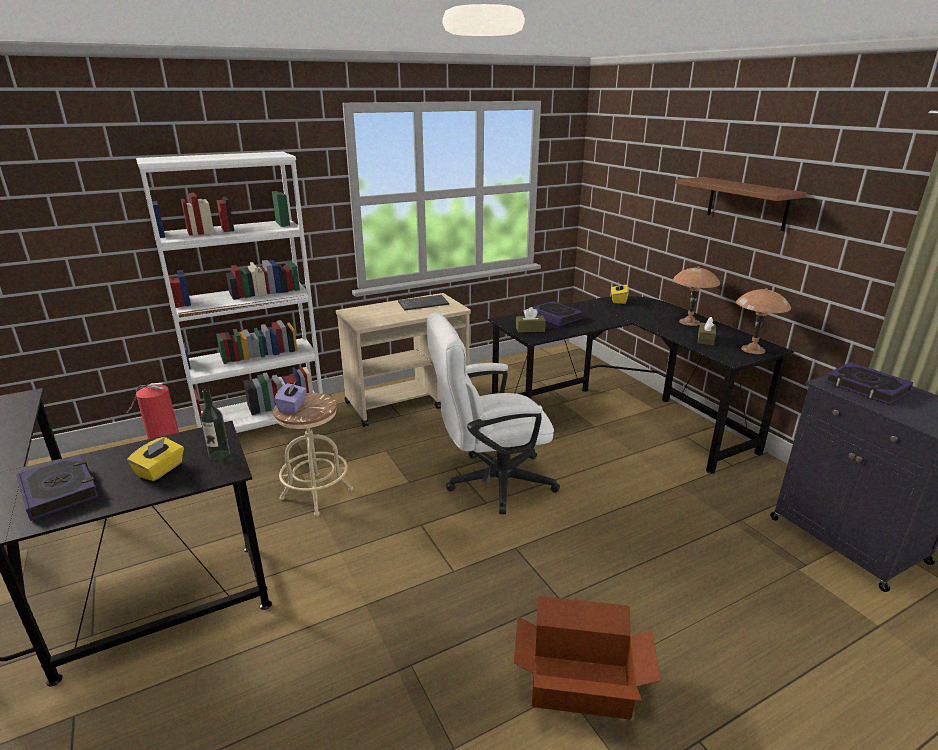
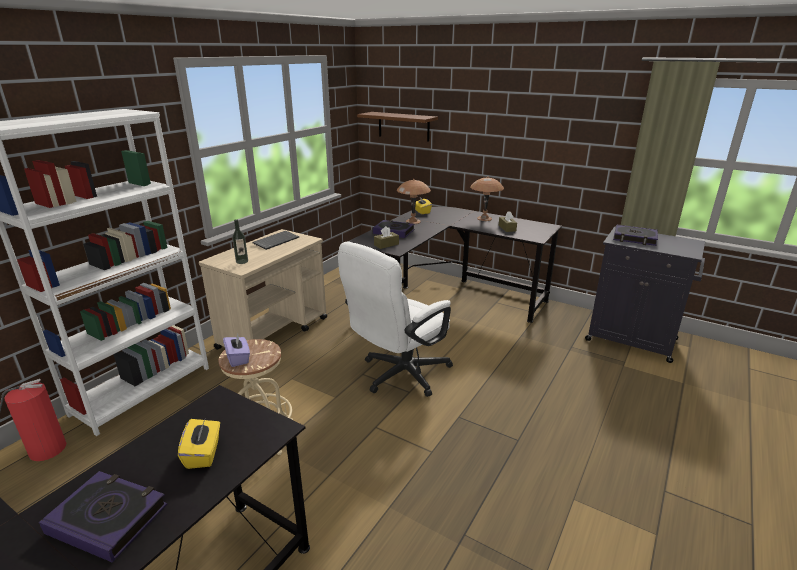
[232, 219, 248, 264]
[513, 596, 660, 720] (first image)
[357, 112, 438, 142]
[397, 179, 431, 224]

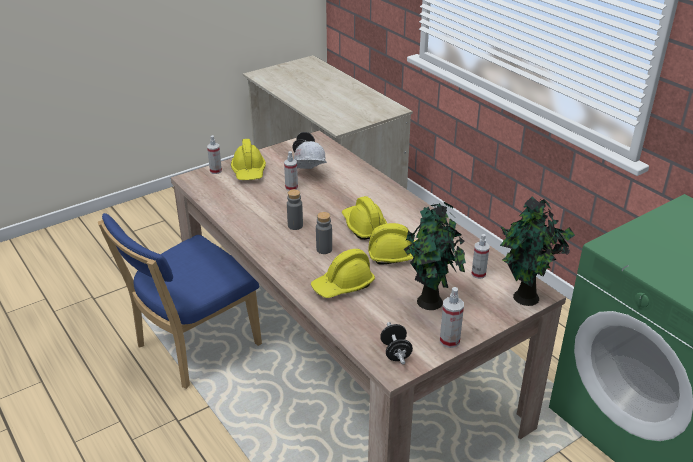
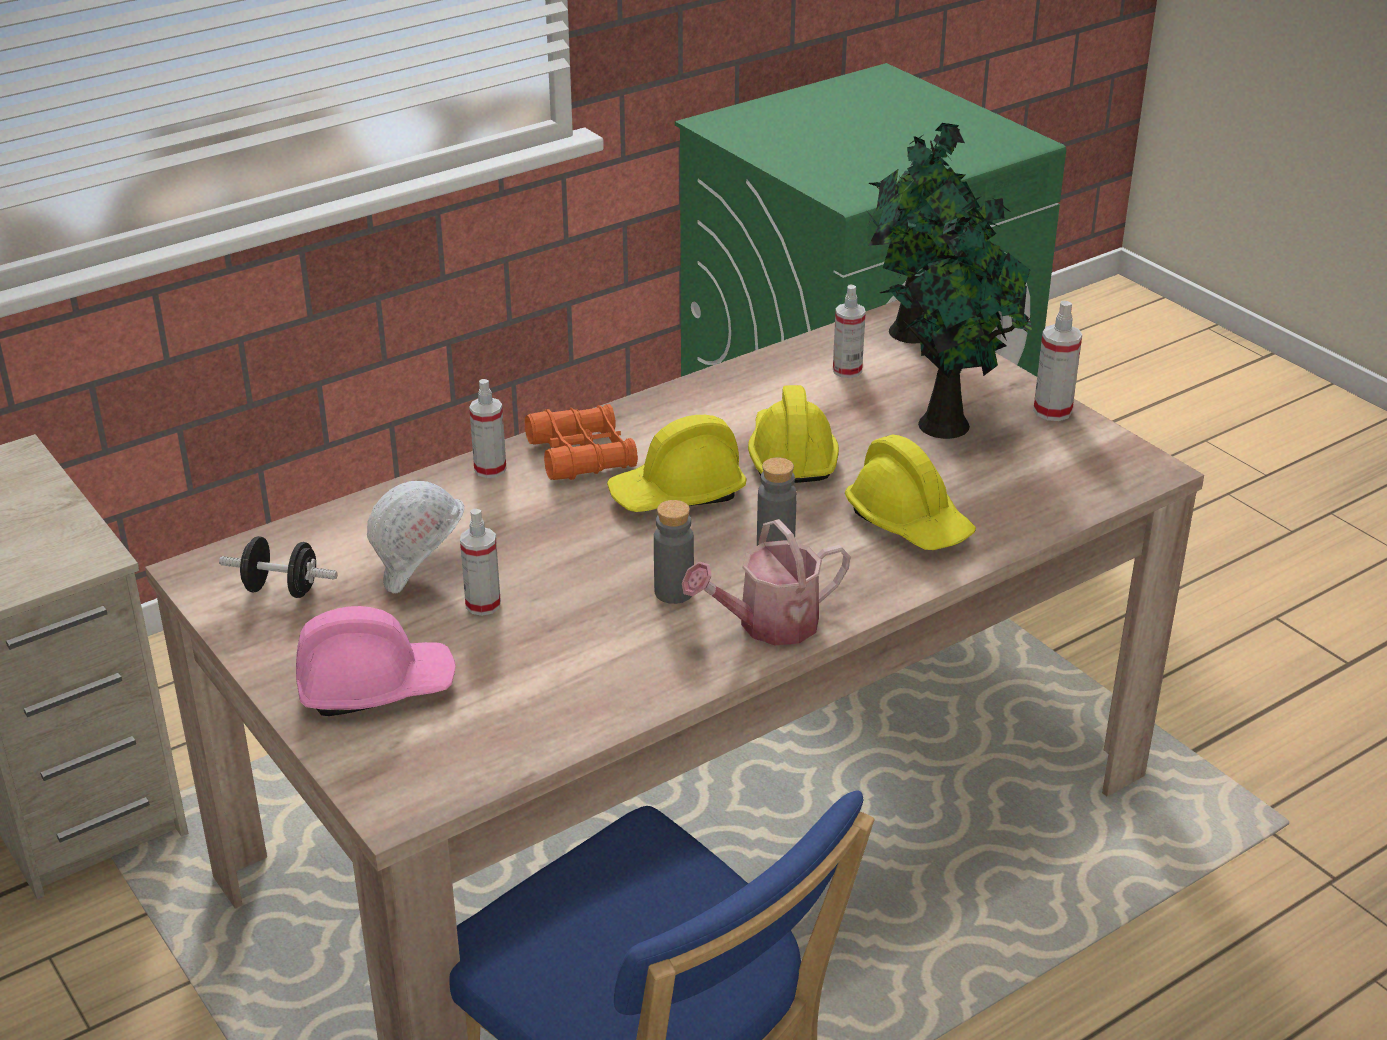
[469, 379, 506, 478]
[296, 606, 456, 716]
[380, 322, 413, 365] (first image)
[525, 404, 638, 480]
[682, 519, 851, 645]

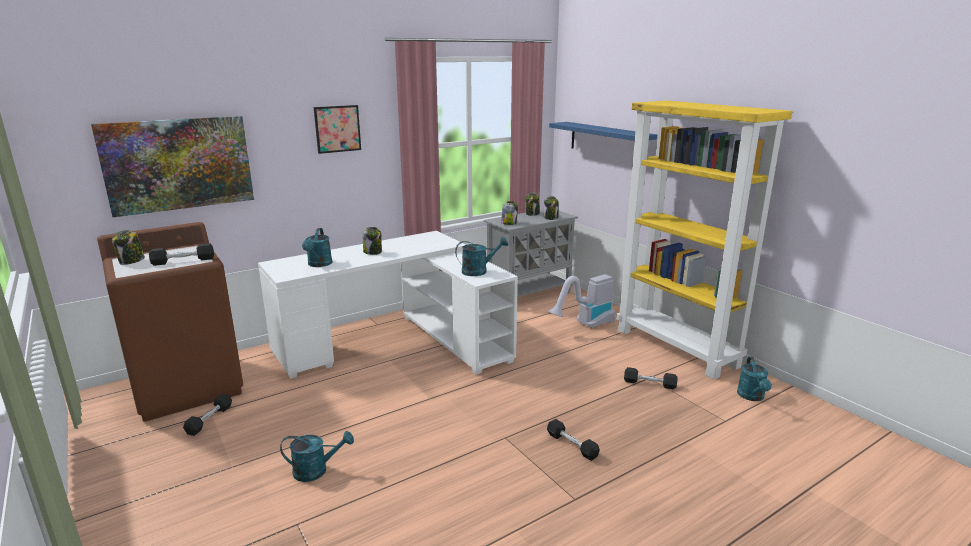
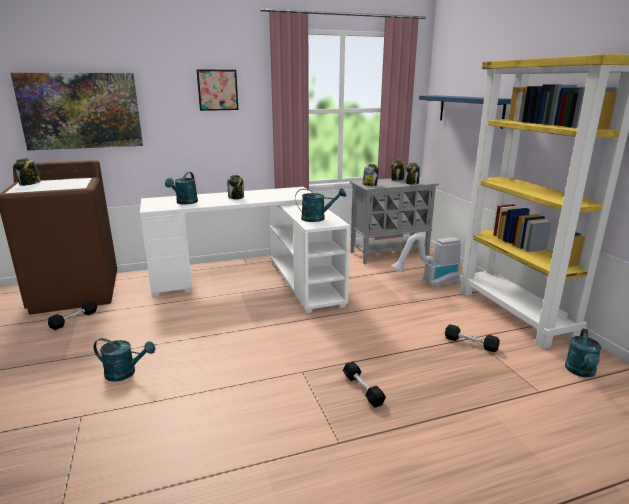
[149, 243, 214, 266] (first image)

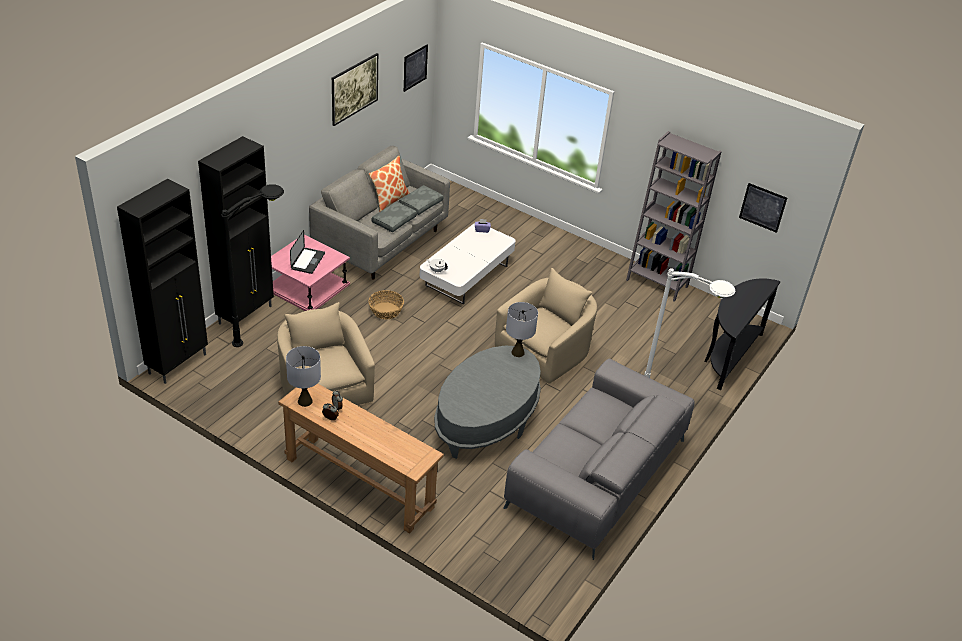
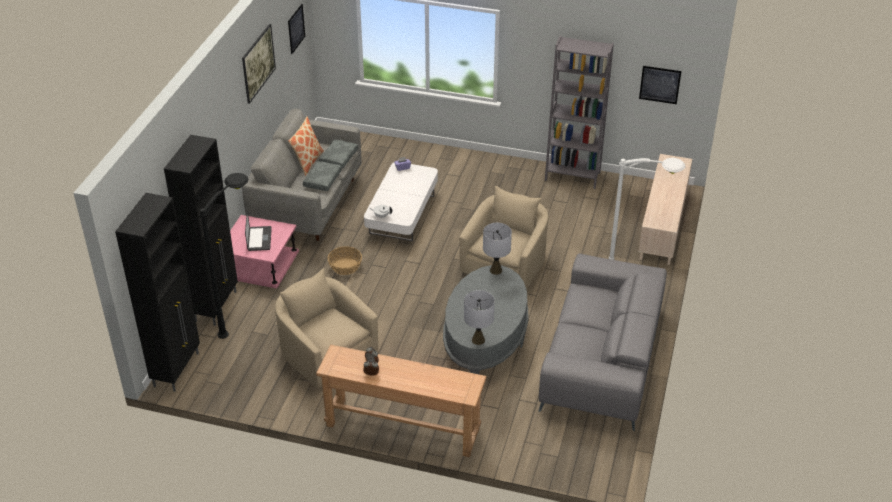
[464, 290, 495, 345]
[639, 154, 692, 265]

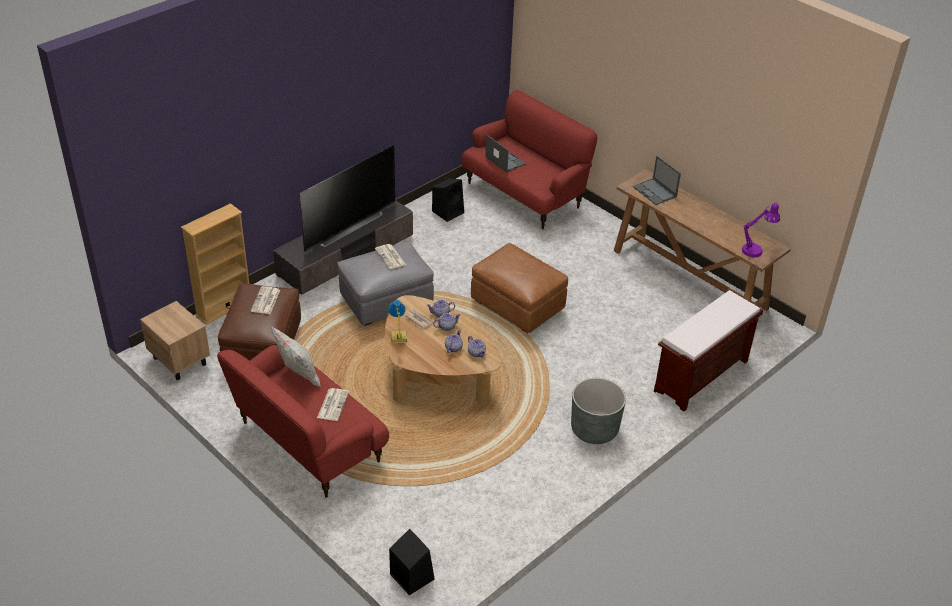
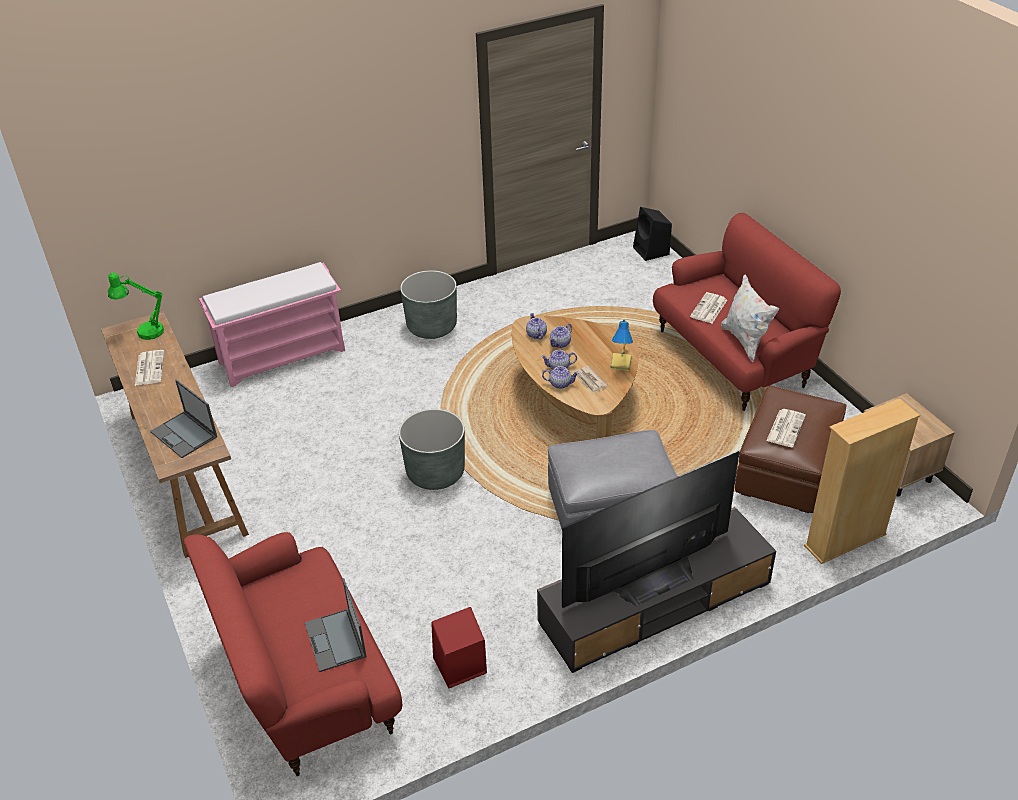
[135, 350, 164, 386]
[431, 607, 487, 688]
[399, 409, 465, 490]
[150, 379, 217, 458]
[199, 262, 345, 387]
[108, 273, 164, 340]

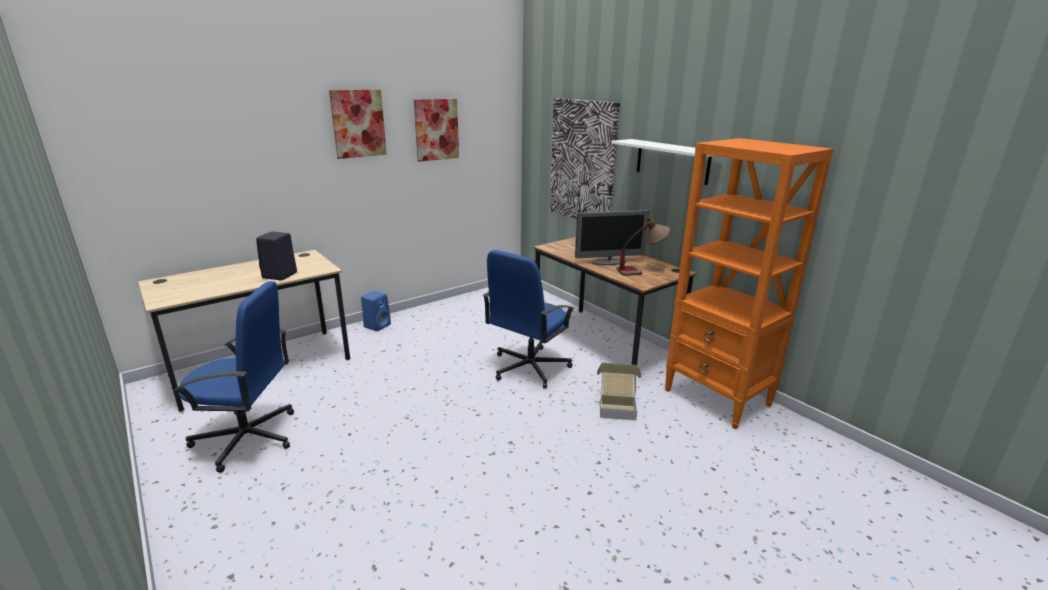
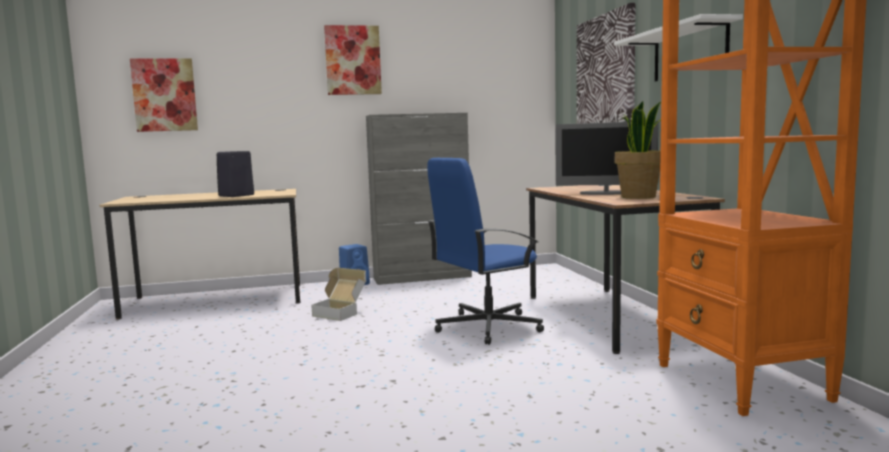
[174, 281, 294, 473] (first image)
[130, 58, 198, 132]
[311, 268, 366, 321]
[615, 101, 661, 199]
[366, 113, 472, 285]

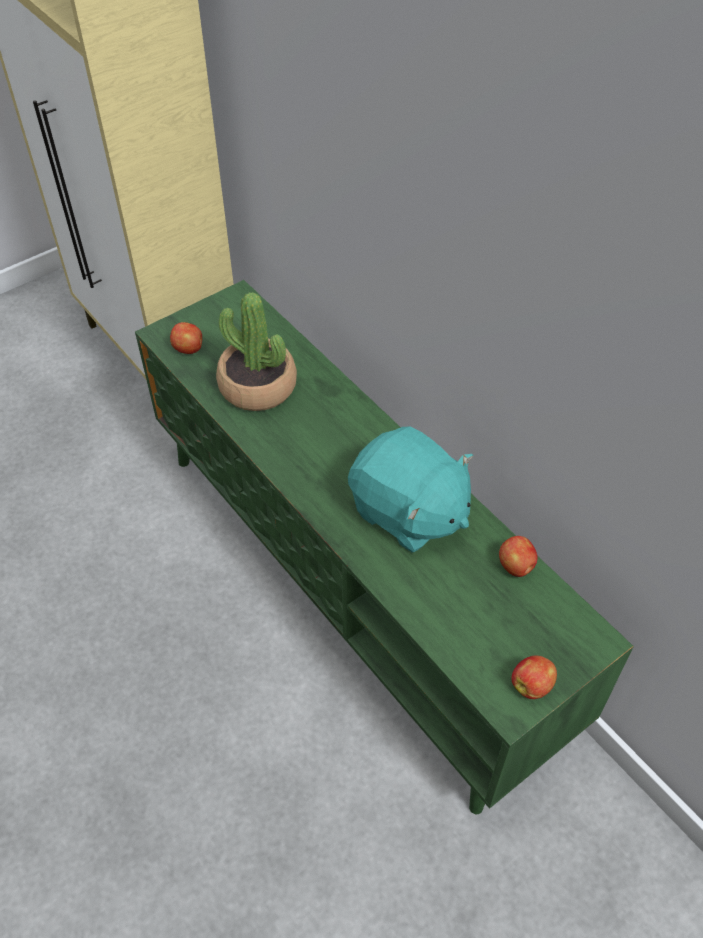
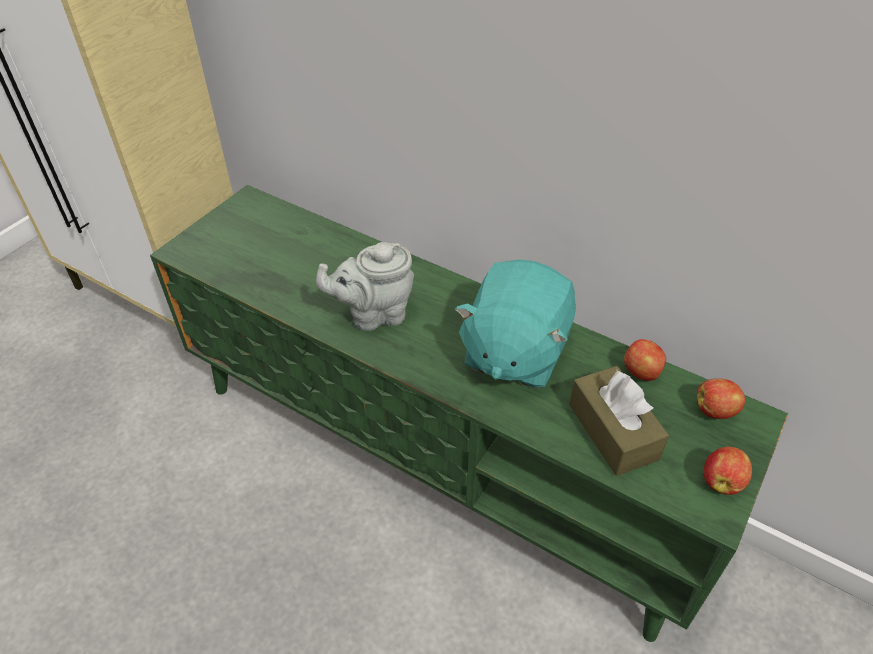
[697, 379, 745, 419]
[216, 292, 297, 411] (first image)
[455, 259, 576, 388]
[316, 242, 414, 331]
[569, 366, 669, 476]

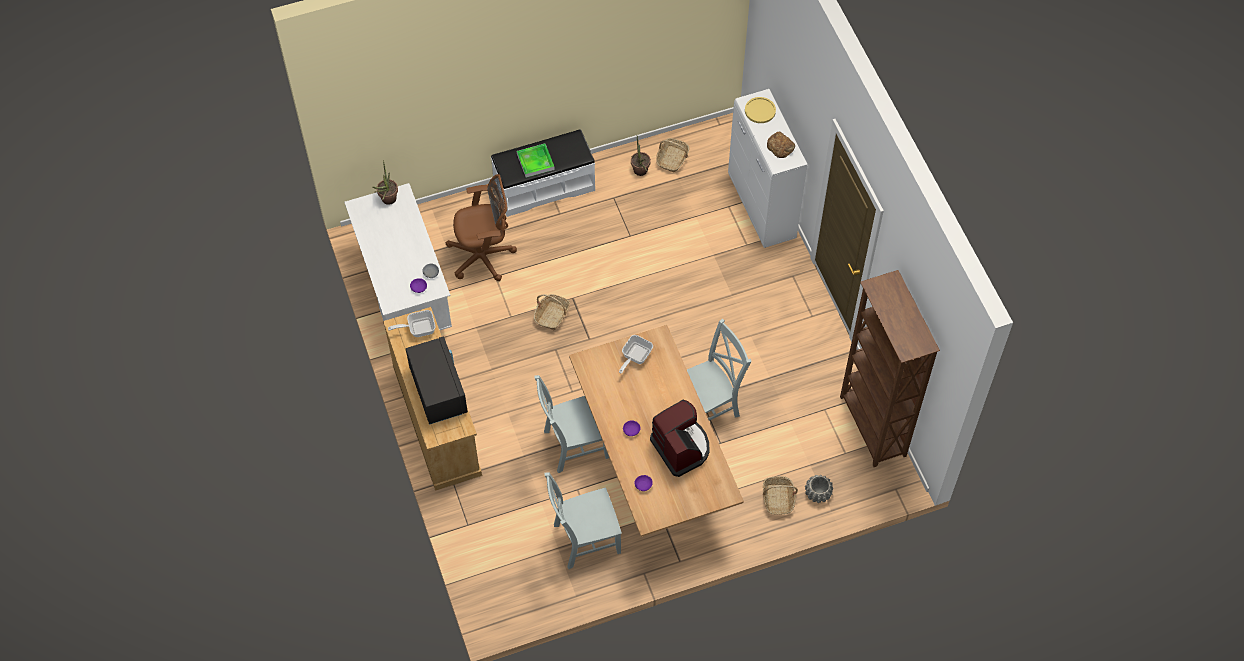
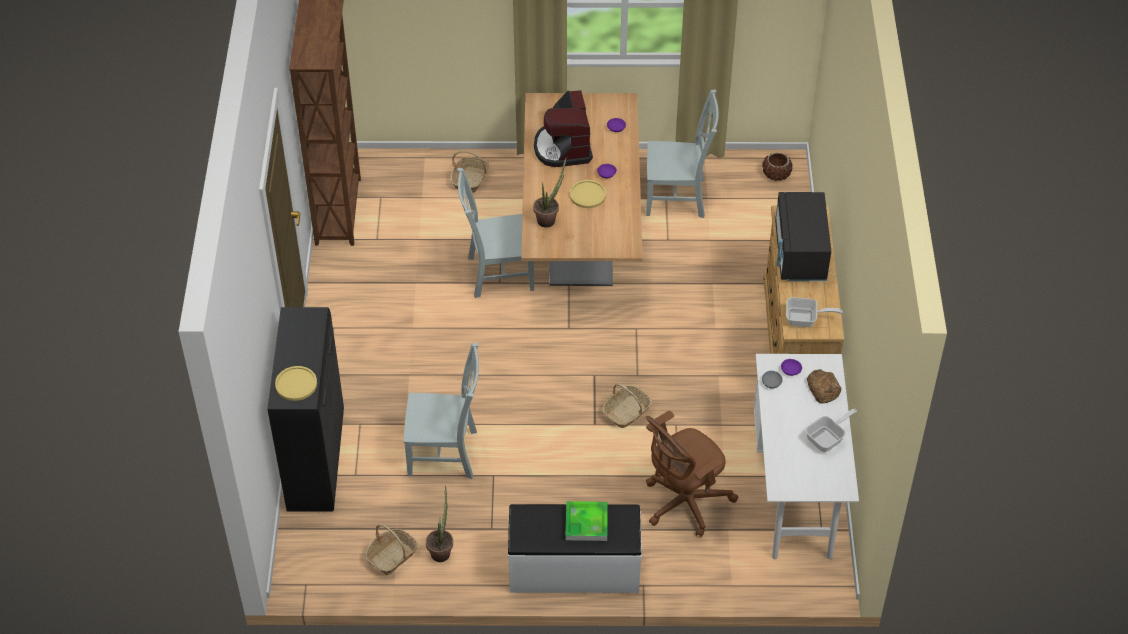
[533, 158, 566, 227]
[645, 411, 738, 537]
[403, 343, 479, 479]
[805, 409, 857, 452]
[267, 307, 344, 512]
[807, 369, 841, 403]
[805, 475, 833, 503] (first image)
[570, 180, 606, 208]
[762, 152, 793, 181]

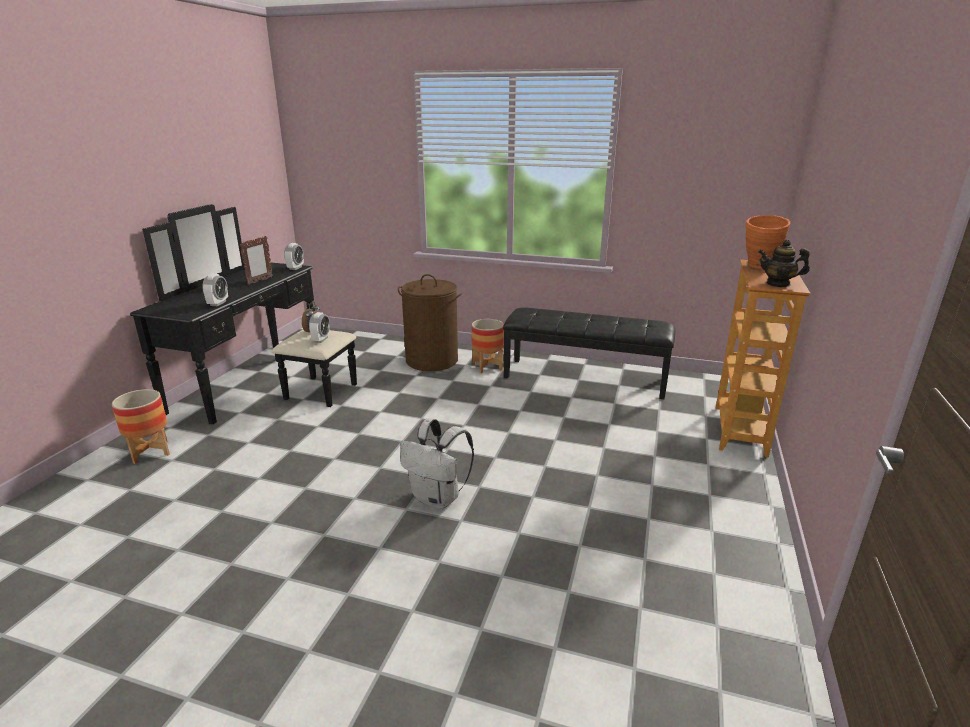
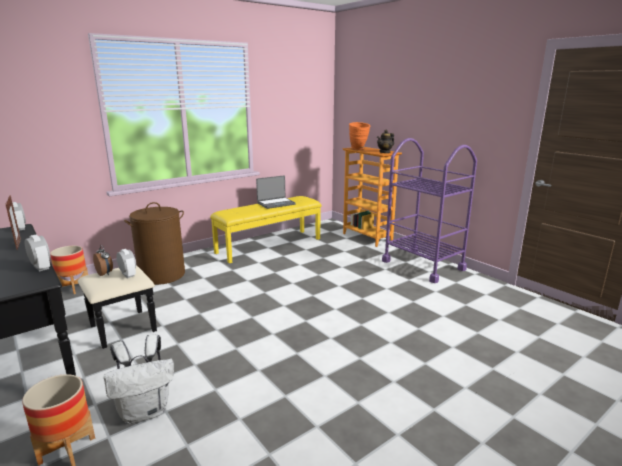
[104, 334, 174, 424]
[50, 246, 88, 294]
[210, 196, 322, 263]
[256, 176, 296, 209]
[382, 138, 477, 283]

